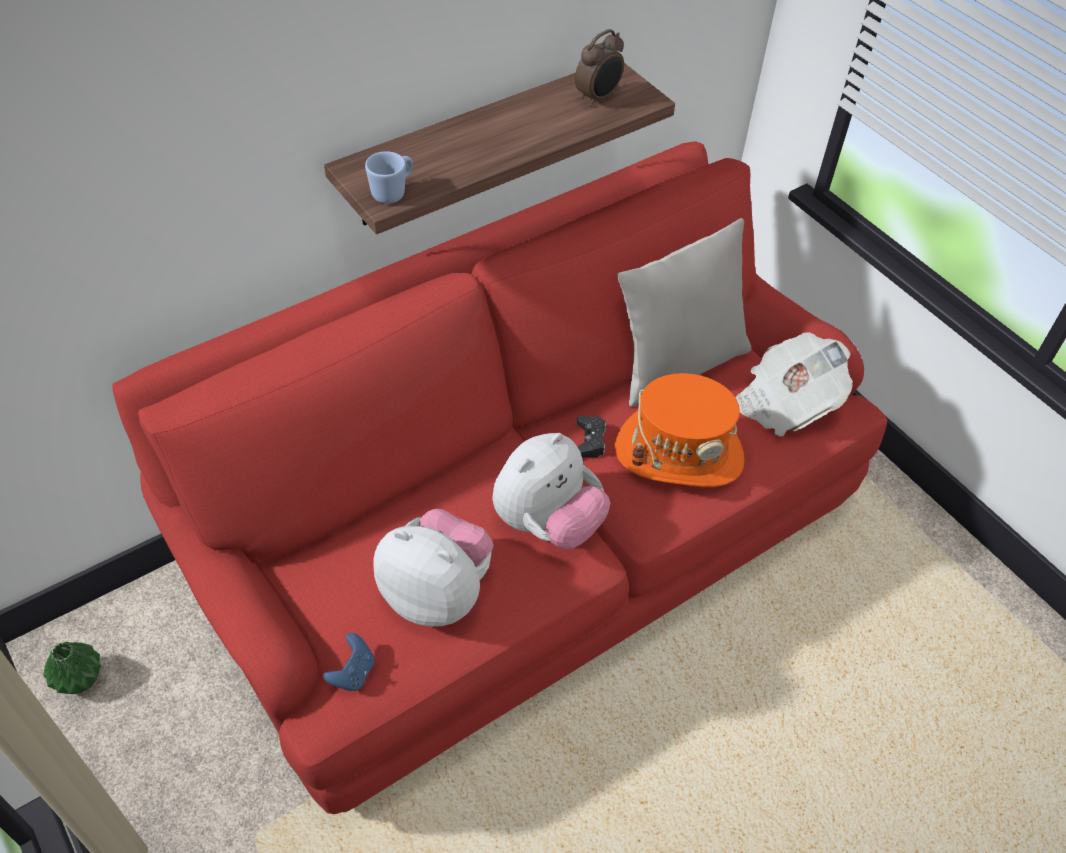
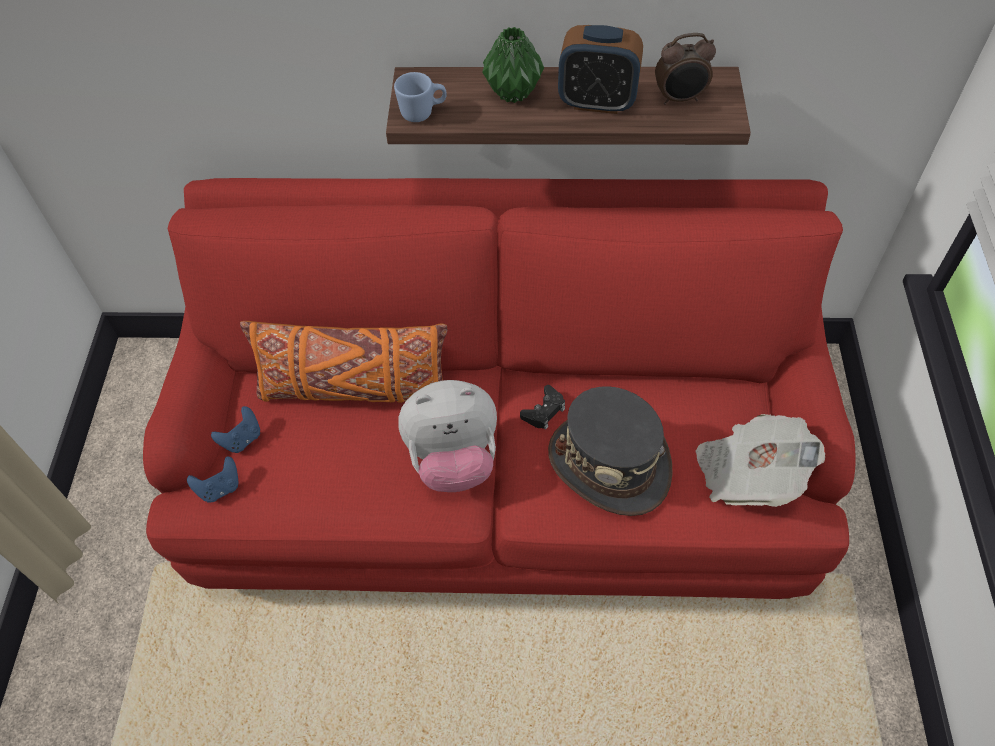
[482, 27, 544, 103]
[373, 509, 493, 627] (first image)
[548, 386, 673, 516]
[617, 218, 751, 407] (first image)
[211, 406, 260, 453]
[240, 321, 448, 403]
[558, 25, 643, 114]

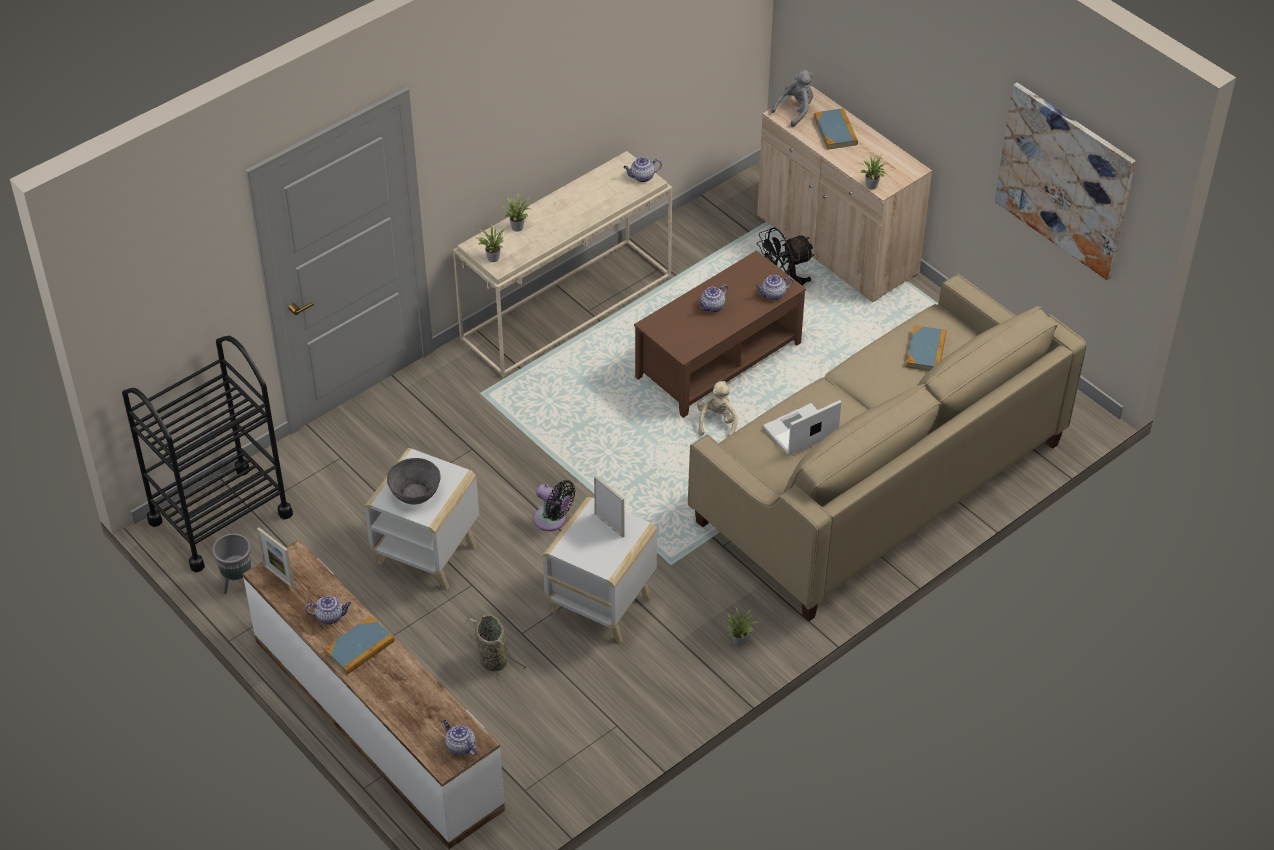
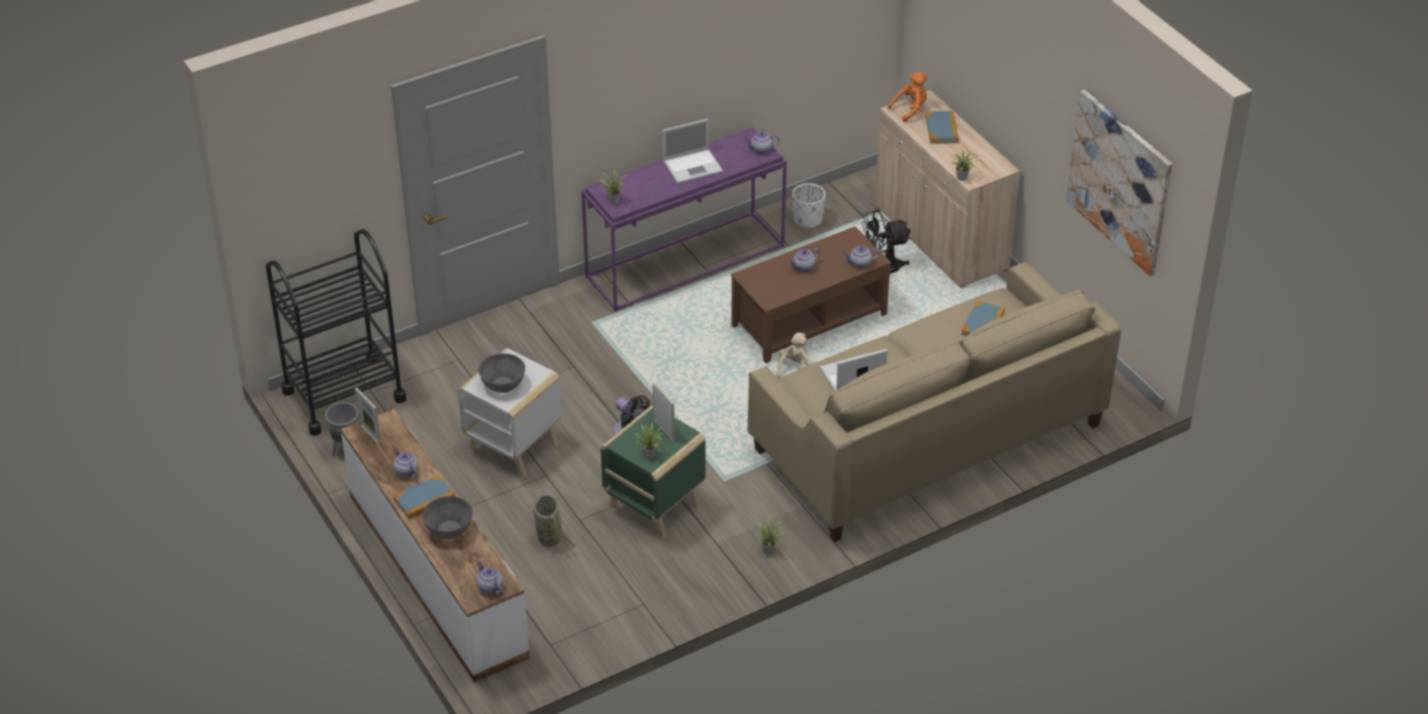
[393, 448, 418, 478]
[581, 127, 787, 312]
[636, 422, 664, 458]
[601, 406, 706, 538]
[888, 72, 928, 122]
[423, 496, 473, 539]
[662, 119, 723, 184]
[792, 183, 826, 229]

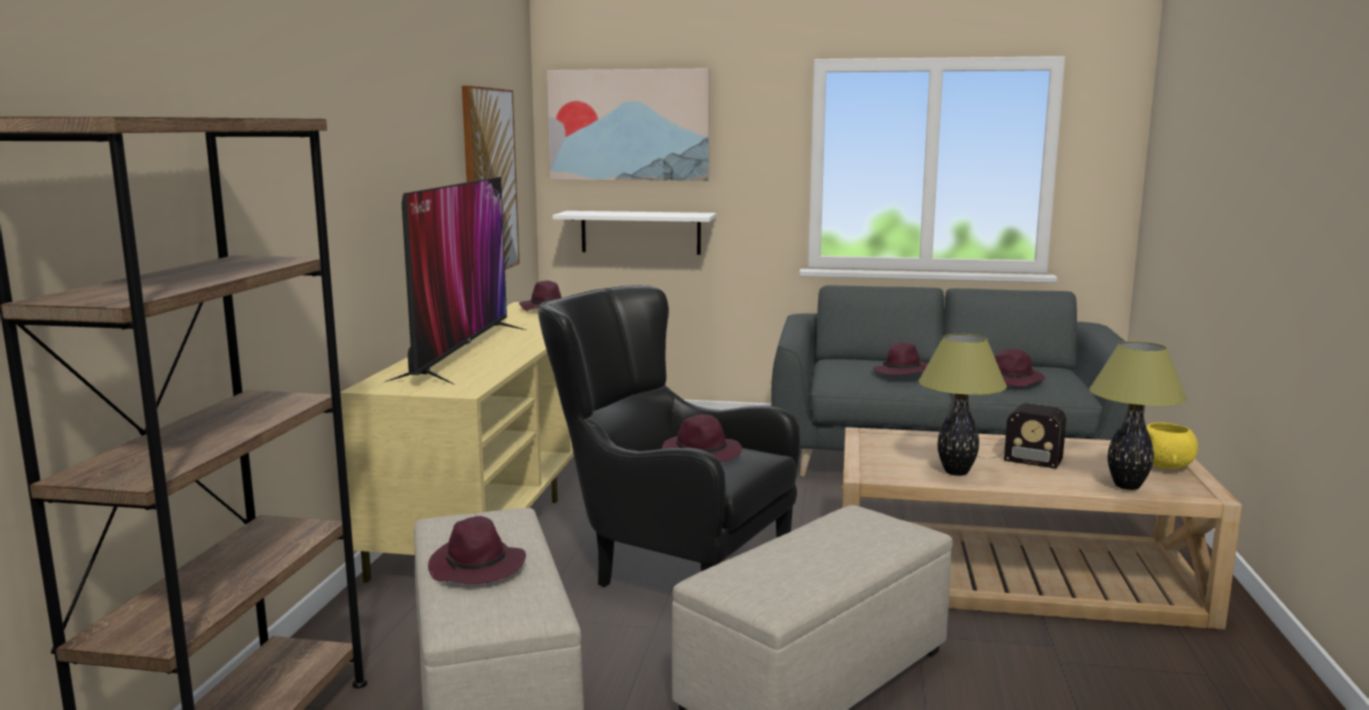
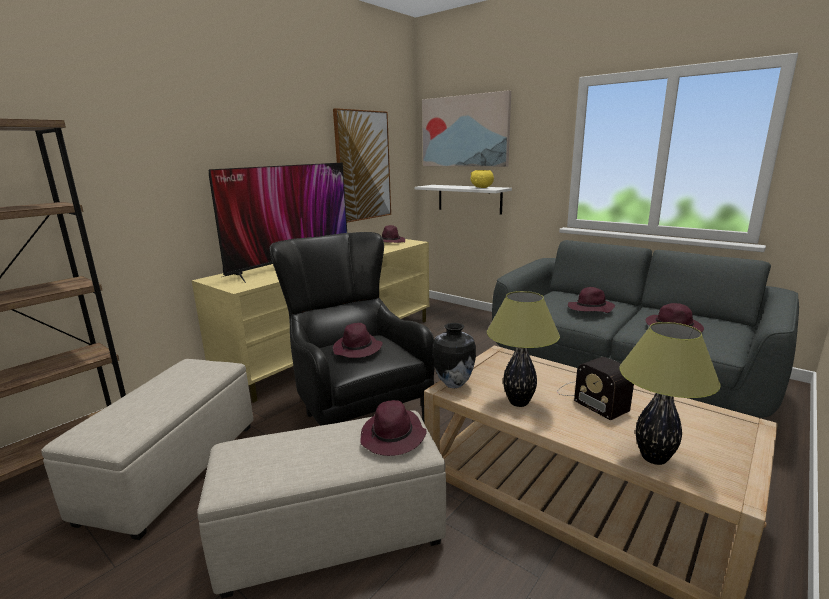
[360, 400, 427, 456]
[470, 170, 494, 188]
[433, 323, 476, 388]

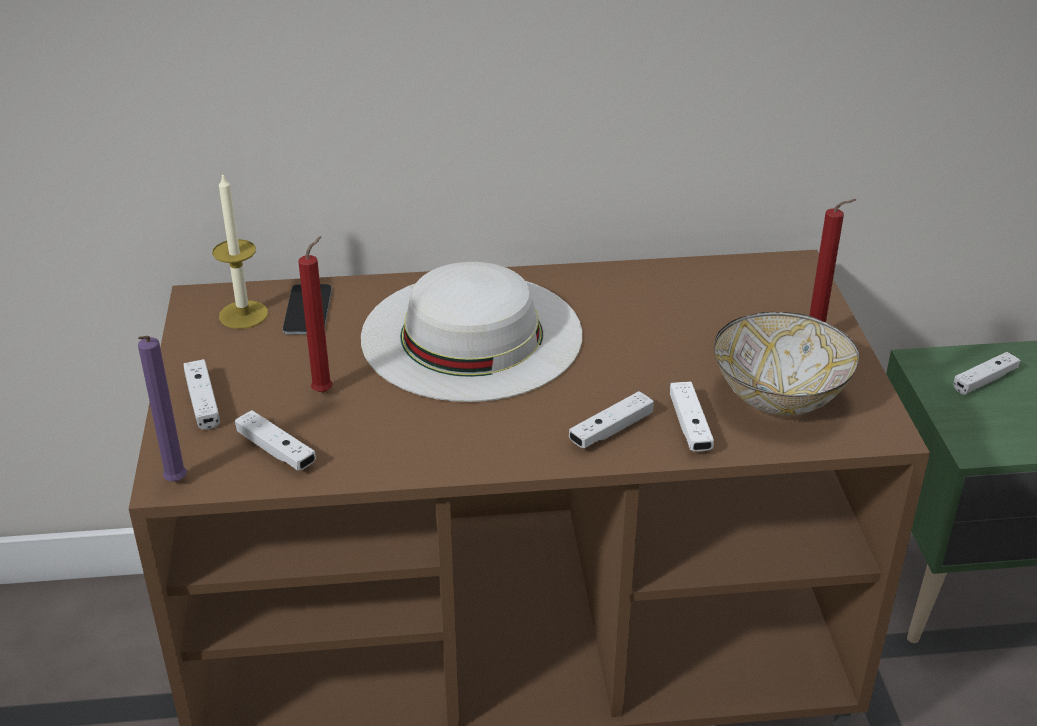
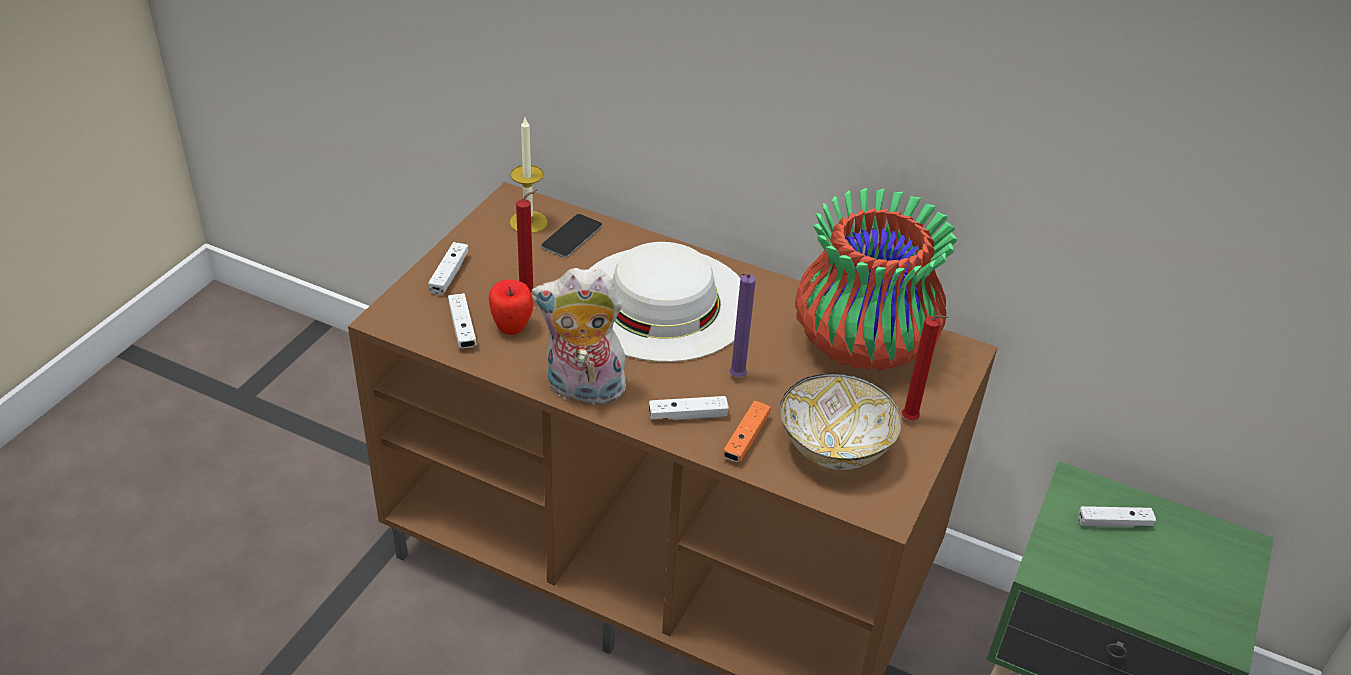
[730, 273, 756, 377]
[723, 401, 771, 462]
[489, 280, 533, 335]
[531, 268, 629, 405]
[795, 188, 957, 371]

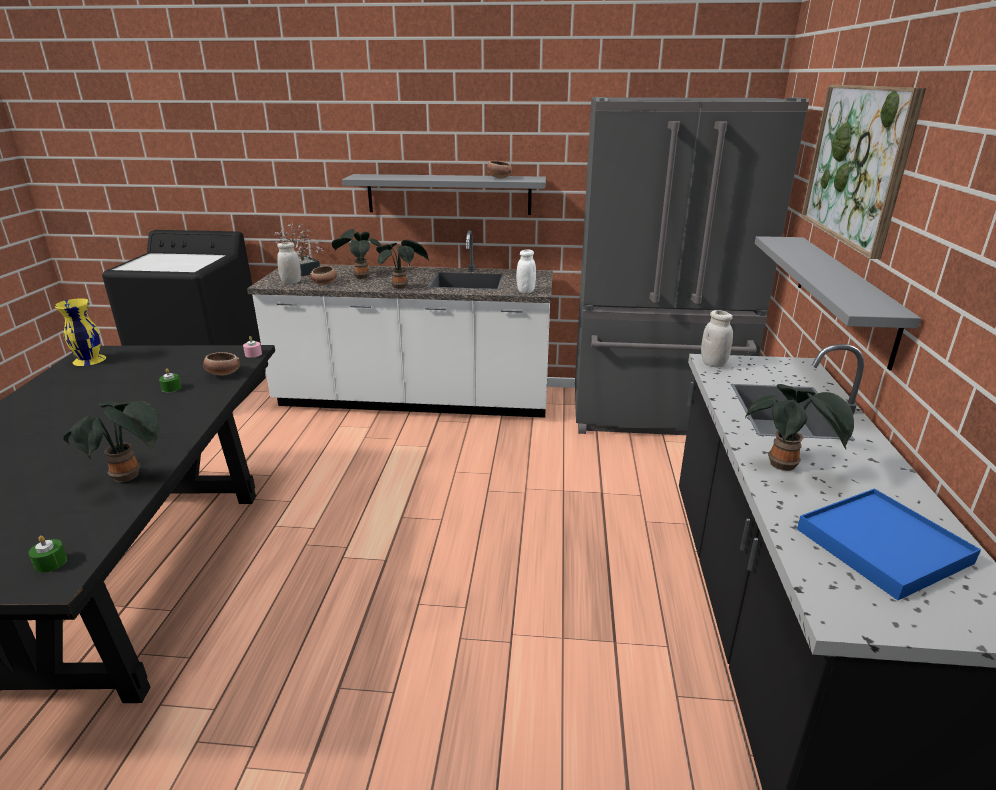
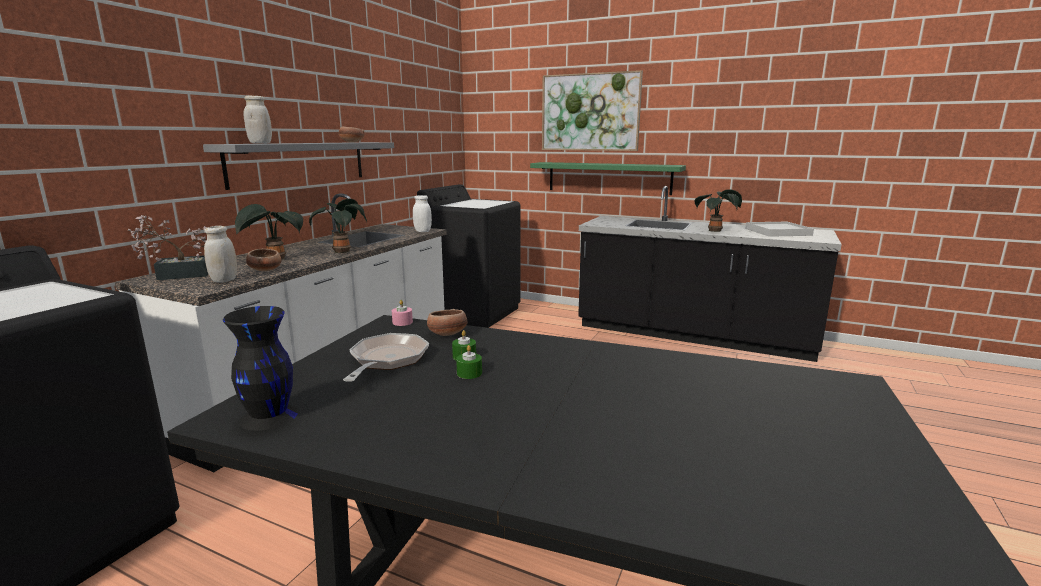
[456, 345, 482, 379]
[223, 306, 298, 431]
[63, 401, 159, 482] (first image)
[417, 184, 520, 328]
[243, 95, 272, 144]
[530, 162, 686, 195]
[745, 222, 814, 237]
[343, 333, 429, 382]

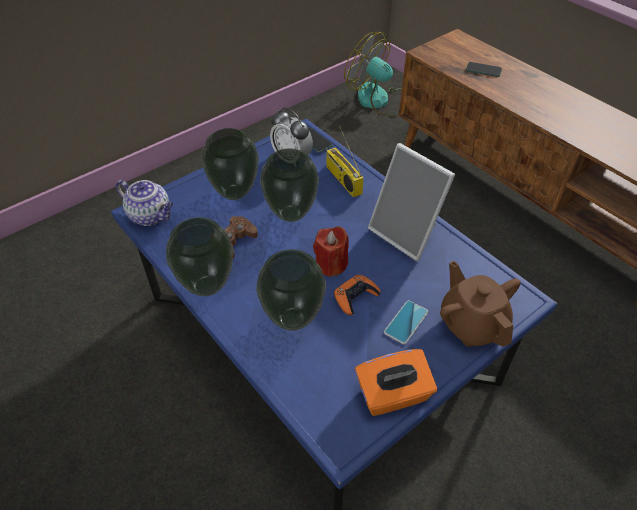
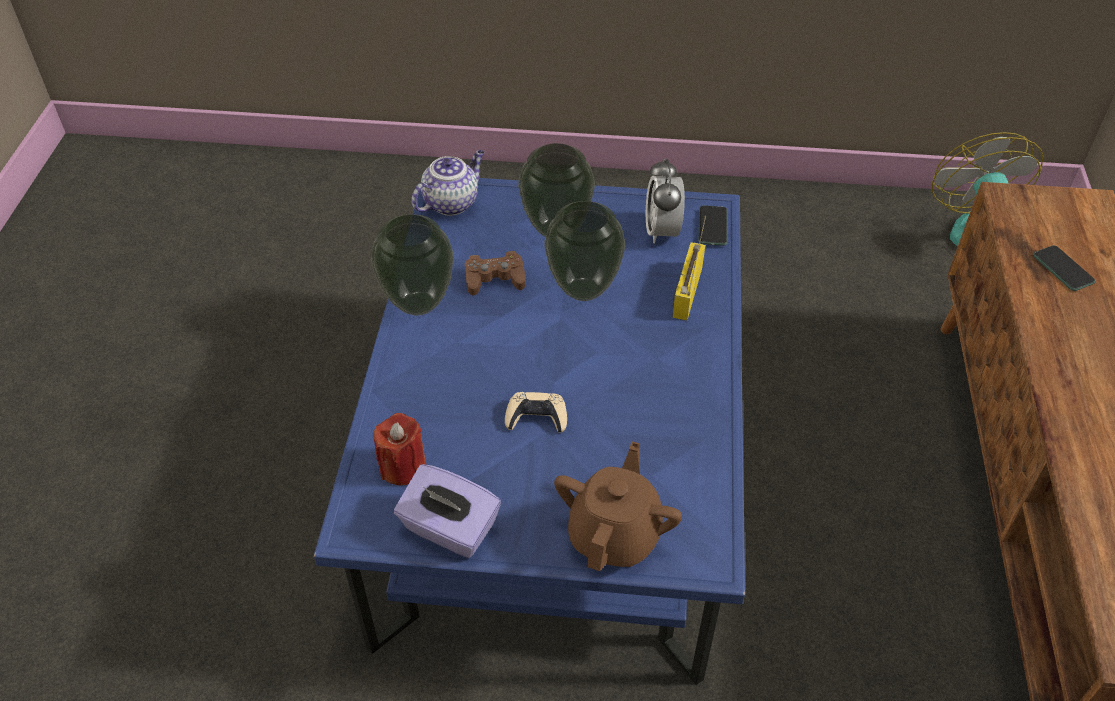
[412, 150, 484, 216]
[256, 249, 326, 331] (first image)
[373, 413, 426, 486]
[505, 392, 567, 433]
[394, 464, 501, 558]
[368, 143, 455, 261] (first image)
[384, 300, 428, 344] (first image)

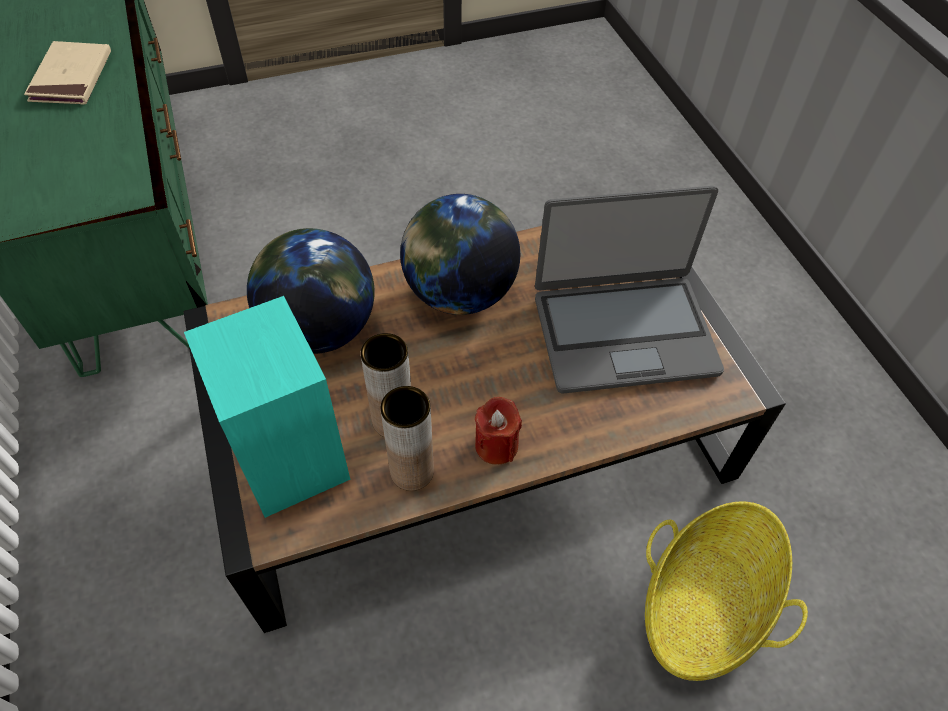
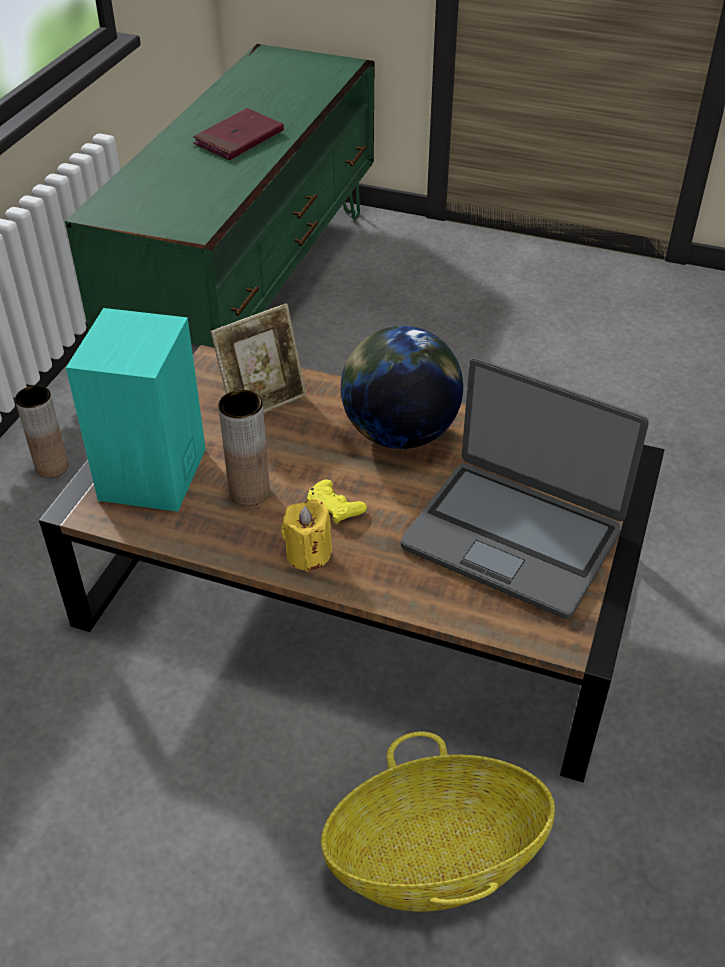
[193, 108, 284, 160]
[210, 303, 307, 413]
[15, 386, 69, 478]
[281, 499, 332, 572]
[307, 480, 367, 524]

